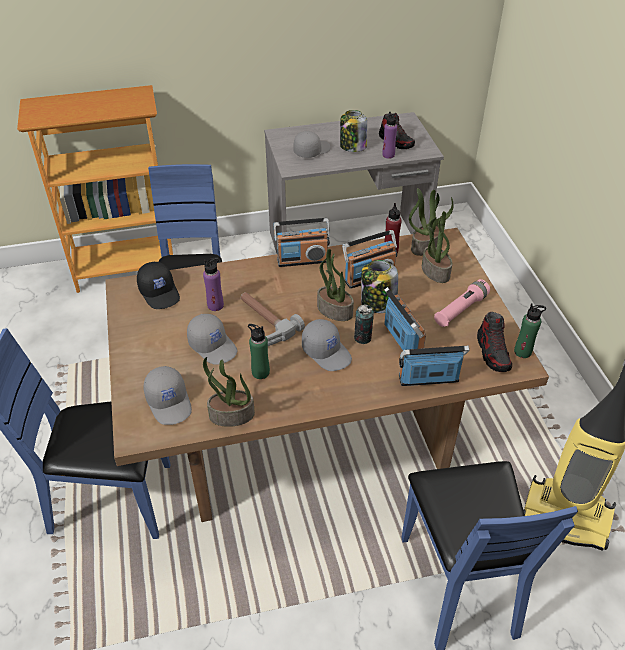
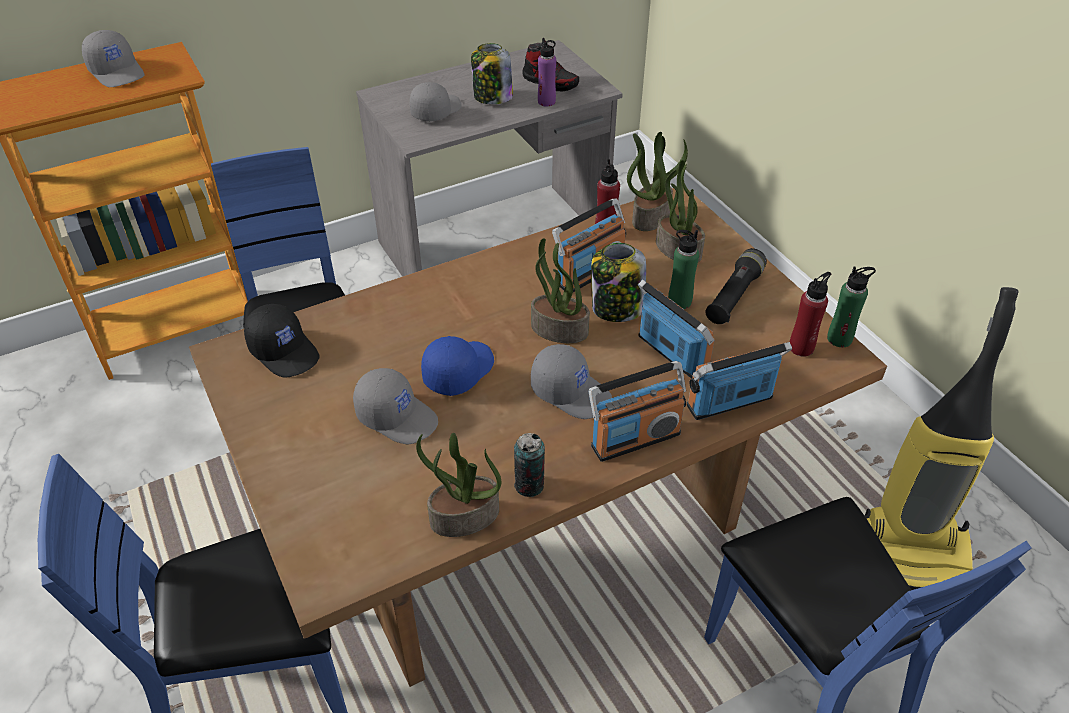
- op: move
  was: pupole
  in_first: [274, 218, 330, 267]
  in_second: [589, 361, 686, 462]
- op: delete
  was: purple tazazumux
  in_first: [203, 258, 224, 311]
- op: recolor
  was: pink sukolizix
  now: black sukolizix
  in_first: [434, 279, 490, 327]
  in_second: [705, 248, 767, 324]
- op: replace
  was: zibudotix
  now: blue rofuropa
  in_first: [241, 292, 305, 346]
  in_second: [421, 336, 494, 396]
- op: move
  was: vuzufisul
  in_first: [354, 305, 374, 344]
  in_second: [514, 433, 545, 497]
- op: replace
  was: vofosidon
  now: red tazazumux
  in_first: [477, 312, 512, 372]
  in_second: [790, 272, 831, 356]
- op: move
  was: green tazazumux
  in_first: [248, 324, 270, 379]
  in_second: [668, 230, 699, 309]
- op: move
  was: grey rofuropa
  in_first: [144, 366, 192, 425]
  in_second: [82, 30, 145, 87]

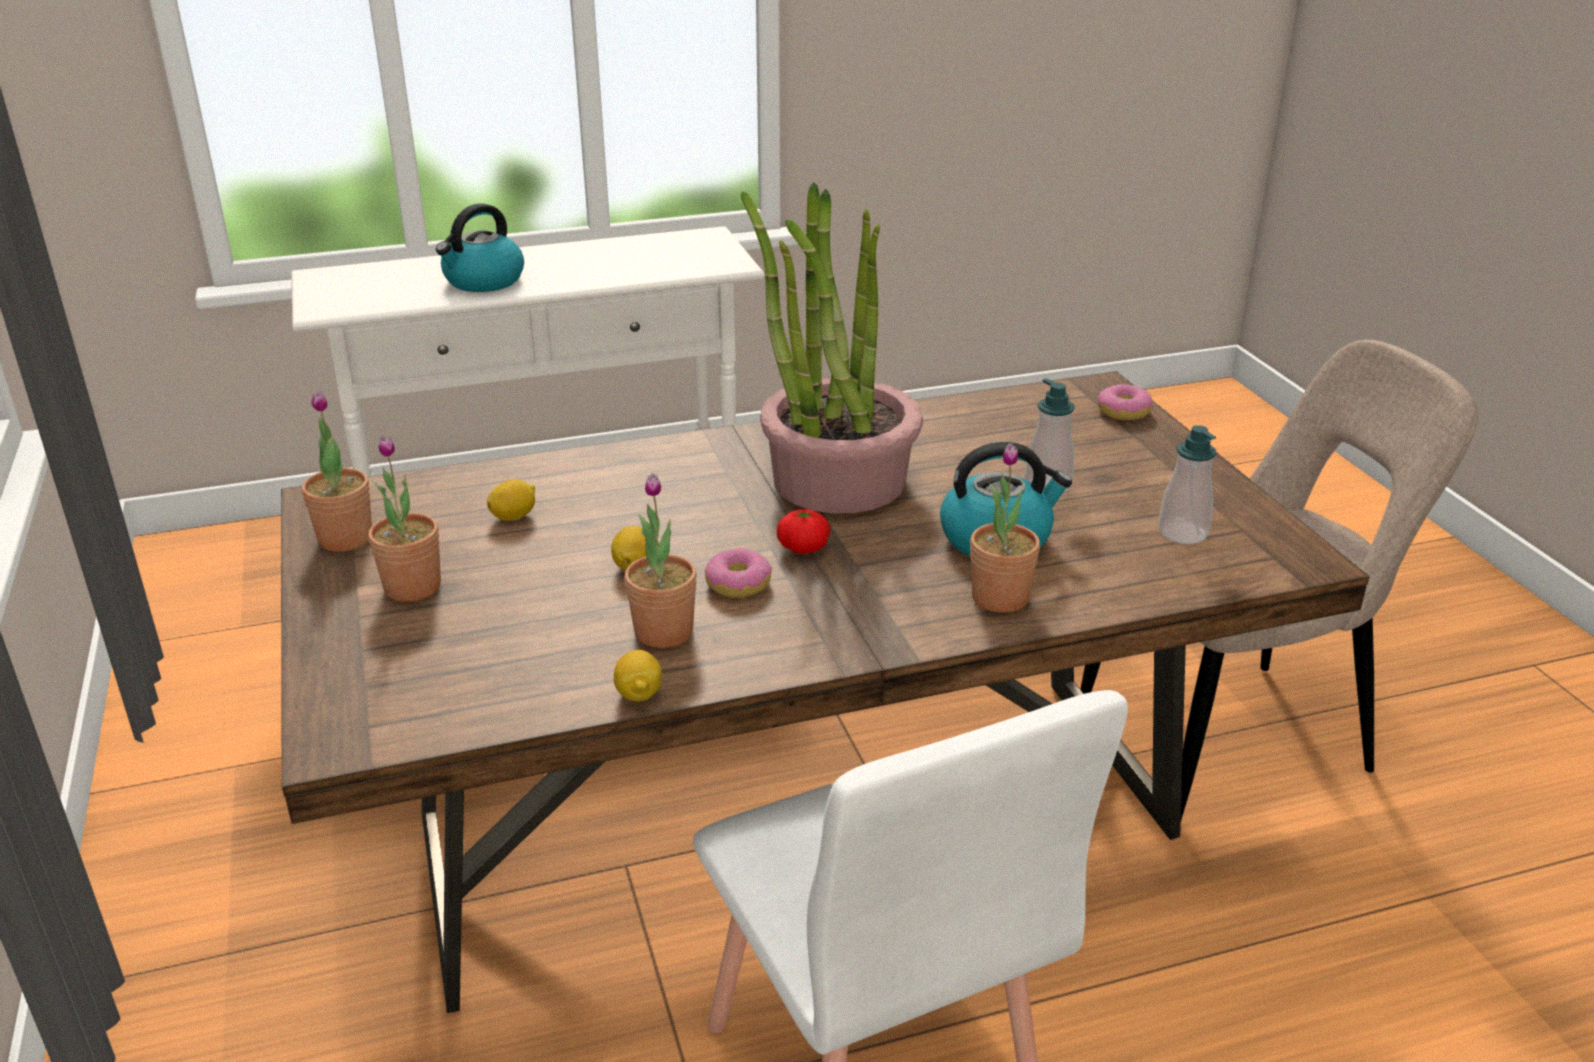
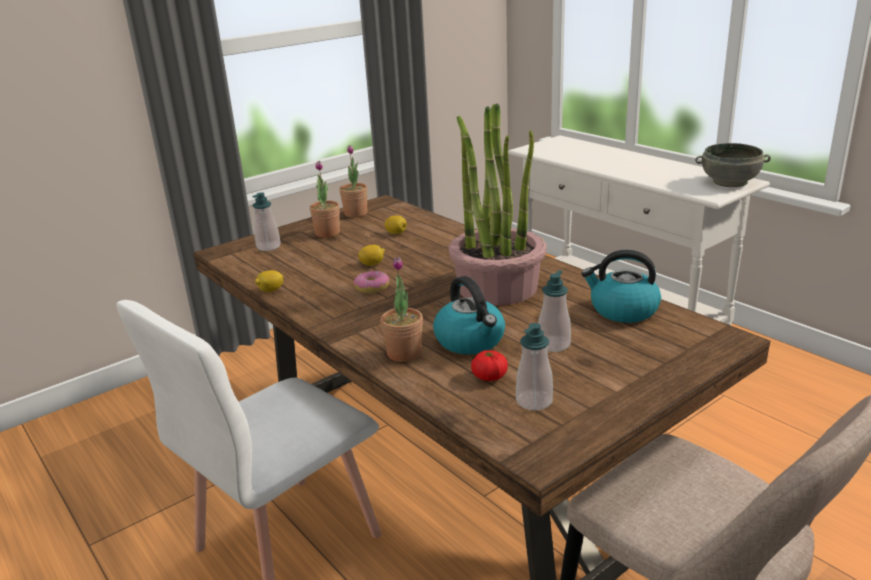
- op: move
  was: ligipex
  in_first: [436, 203, 524, 292]
  in_second: [581, 250, 661, 323]
- op: delete
  was: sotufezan
  in_first: [1098, 384, 1153, 420]
- op: delete
  was: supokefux
  in_first: [624, 473, 697, 648]
- op: move
  was: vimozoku
  in_first: [777, 509, 830, 554]
  in_second: [471, 350, 508, 381]
- op: insert
  now: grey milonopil
  in_second: [695, 143, 771, 187]
- op: insert
  now: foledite
  in_second: [252, 192, 281, 251]

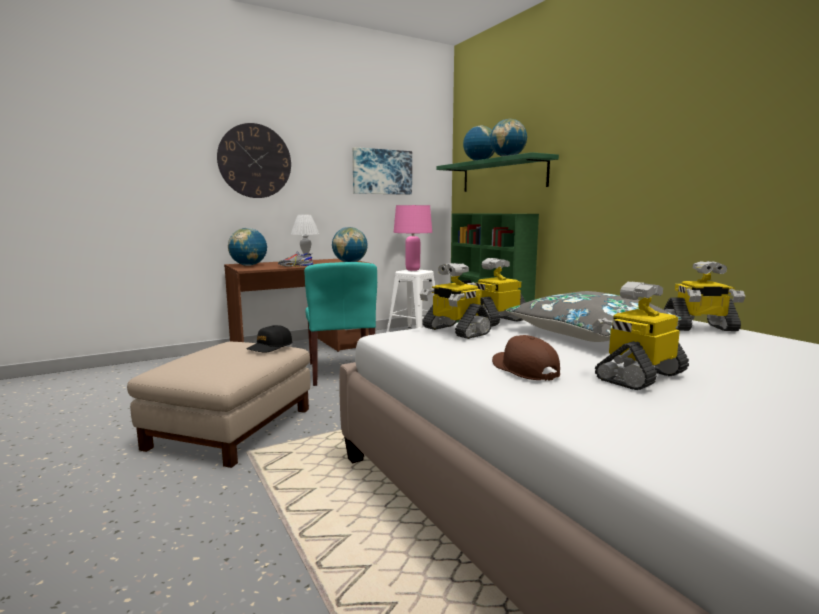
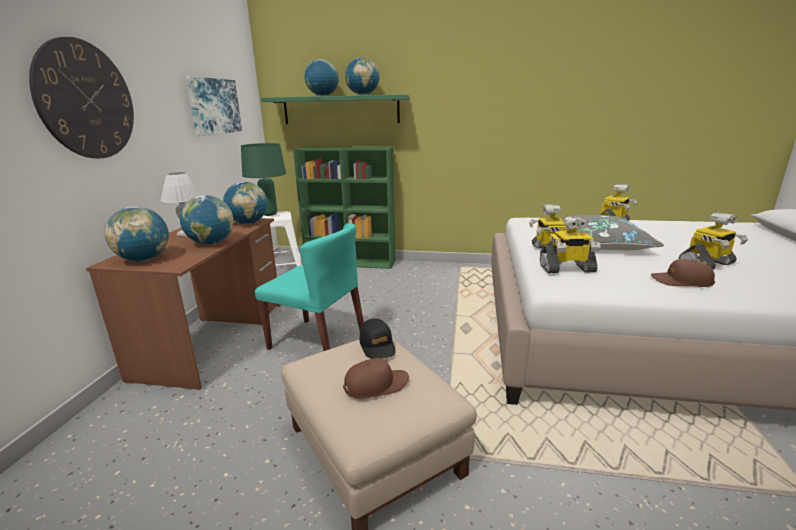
- op: recolor
  was: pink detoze
  now: green detoze
  in_first: [394, 205, 432, 271]
  in_second: [241, 143, 286, 216]
- op: replace
  was: vofosidon
  now: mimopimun
  in_first: [278, 251, 313, 267]
  in_second: [180, 195, 234, 245]
- op: rotate
  was: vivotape
  in_first: [592, 281, 689, 390]
  in_second: [678, 212, 748, 269]
  clockwise: -120
- op: insert
  now: brown rofuropa
  in_second: [343, 358, 409, 399]

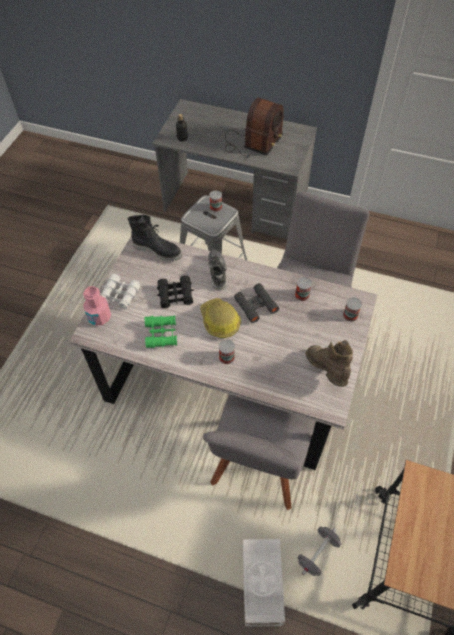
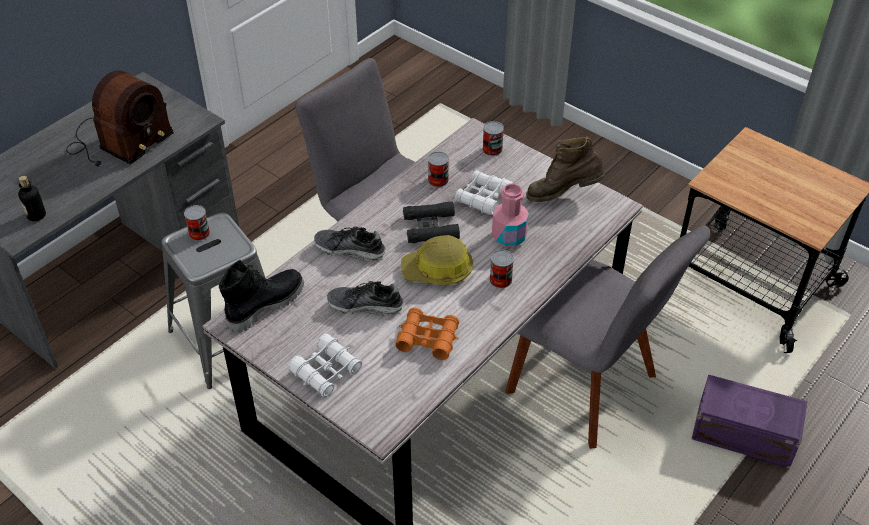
- op: rotate
  was: pupole
  in_first: [225, 98, 284, 158]
  in_second: [66, 70, 174, 166]
  clockwise: 75
- op: replace
  was: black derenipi
  now: vofosidon
  in_first: [157, 275, 194, 308]
  in_second: [327, 281, 404, 316]
- op: move
  was: pink tazazumux
  in_first: [83, 286, 111, 325]
  in_second: [492, 184, 529, 247]
- op: recolor
  was: green derenipi
  now: orange derenipi
  in_first: [145, 315, 177, 348]
  in_second: [395, 307, 459, 360]
- op: delete
  was: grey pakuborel
  in_first: [298, 527, 341, 576]
- op: recolor
  was: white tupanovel
  now: purple tupanovel
  in_first: [243, 539, 285, 627]
  in_second: [692, 374, 808, 469]
- op: insert
  now: white derenipi
  in_second: [455, 170, 514, 215]

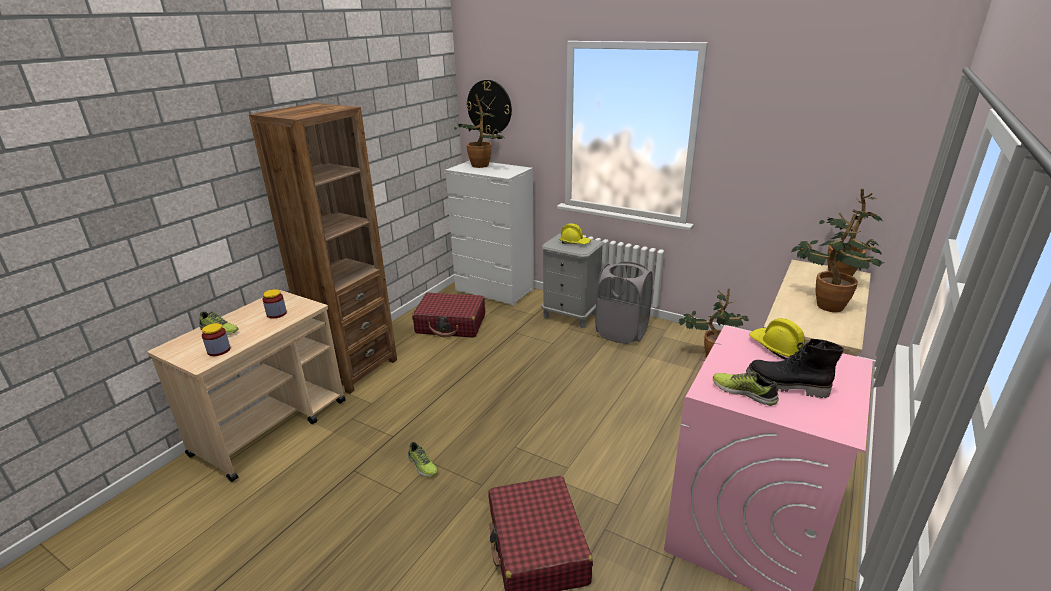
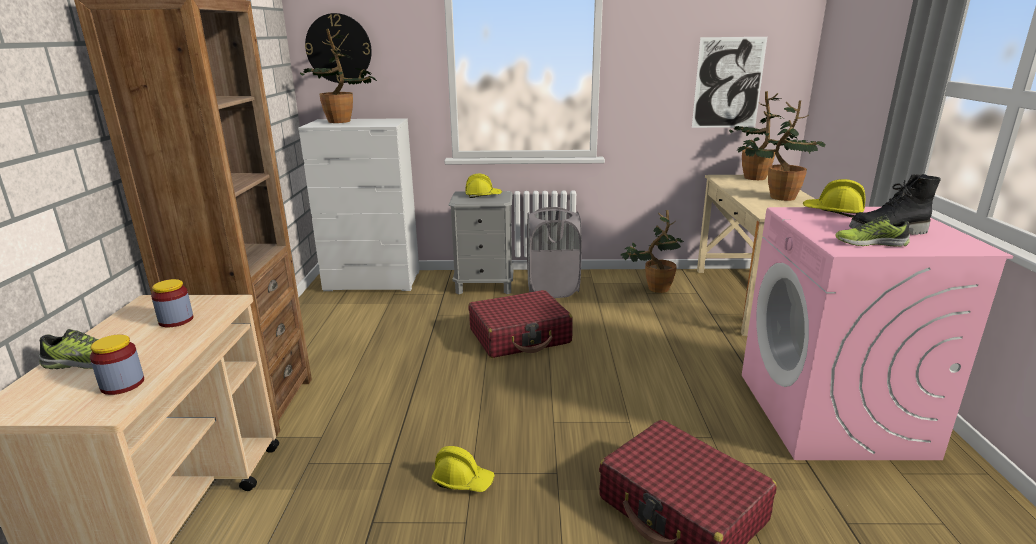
- op: move
  was: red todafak
  in_first: [412, 292, 485, 337]
  in_second: [468, 290, 573, 358]
- op: replace
  was: vofosidon
  now: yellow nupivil
  in_first: [408, 442, 438, 477]
  in_second: [432, 446, 495, 492]
- op: insert
  now: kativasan
  in_second: [692, 37, 767, 128]

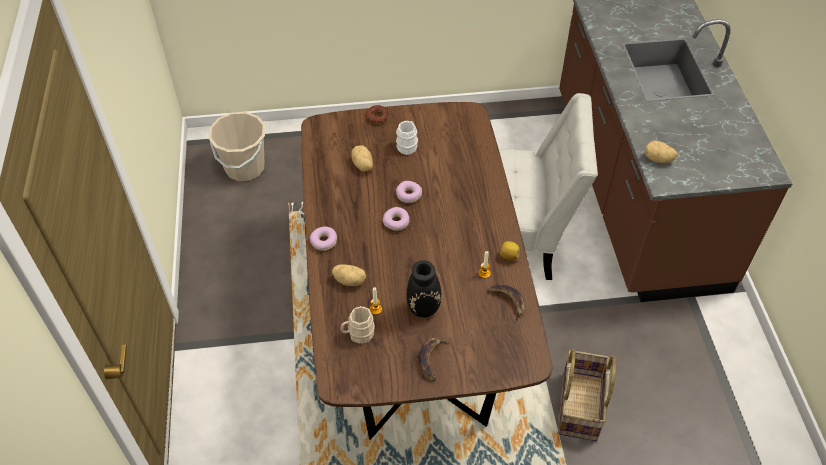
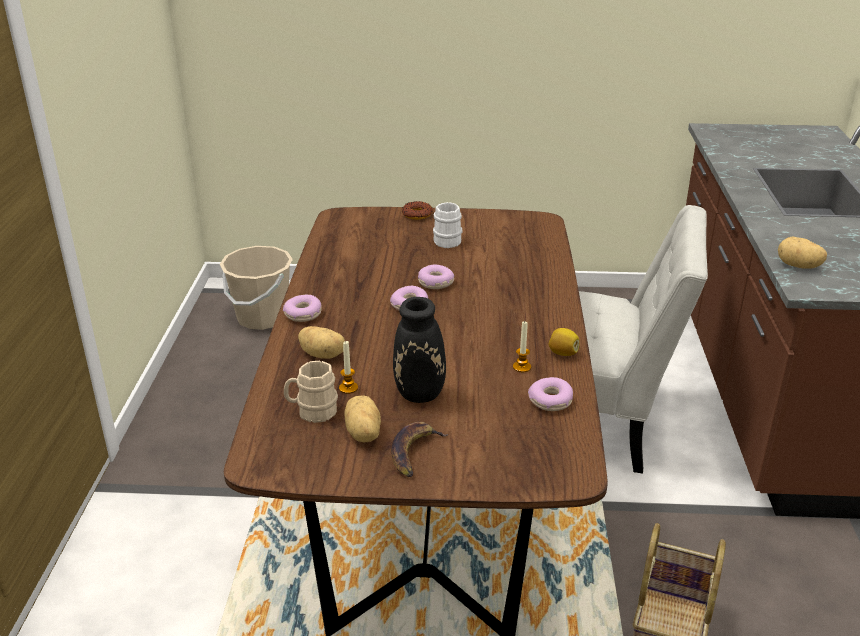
- op: move
  was: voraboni
  in_first: [351, 145, 373, 172]
  in_second: [344, 395, 381, 442]
- op: replace
  was: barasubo
  now: sotufezan
  in_first: [487, 285, 526, 323]
  in_second: [528, 377, 573, 411]

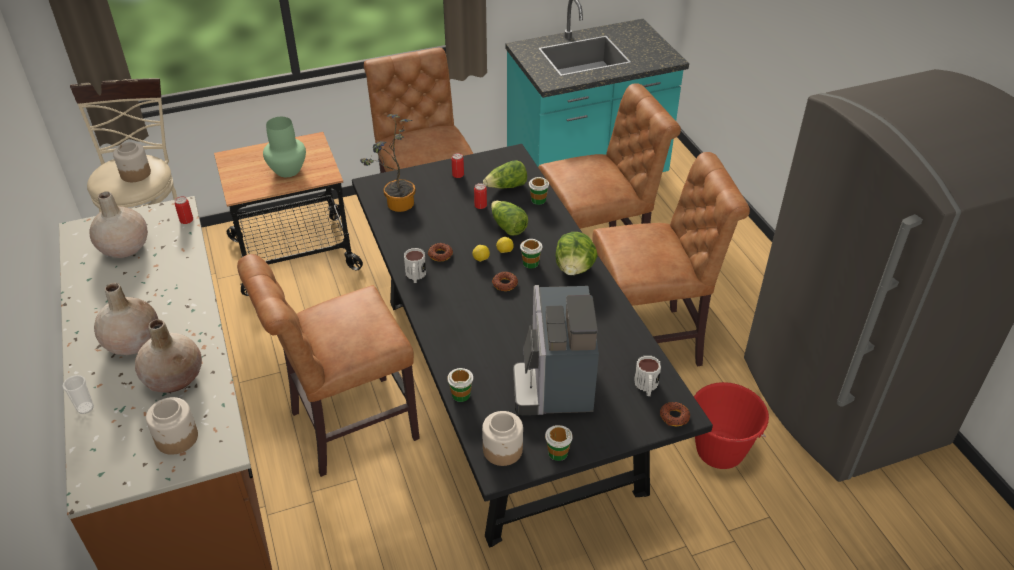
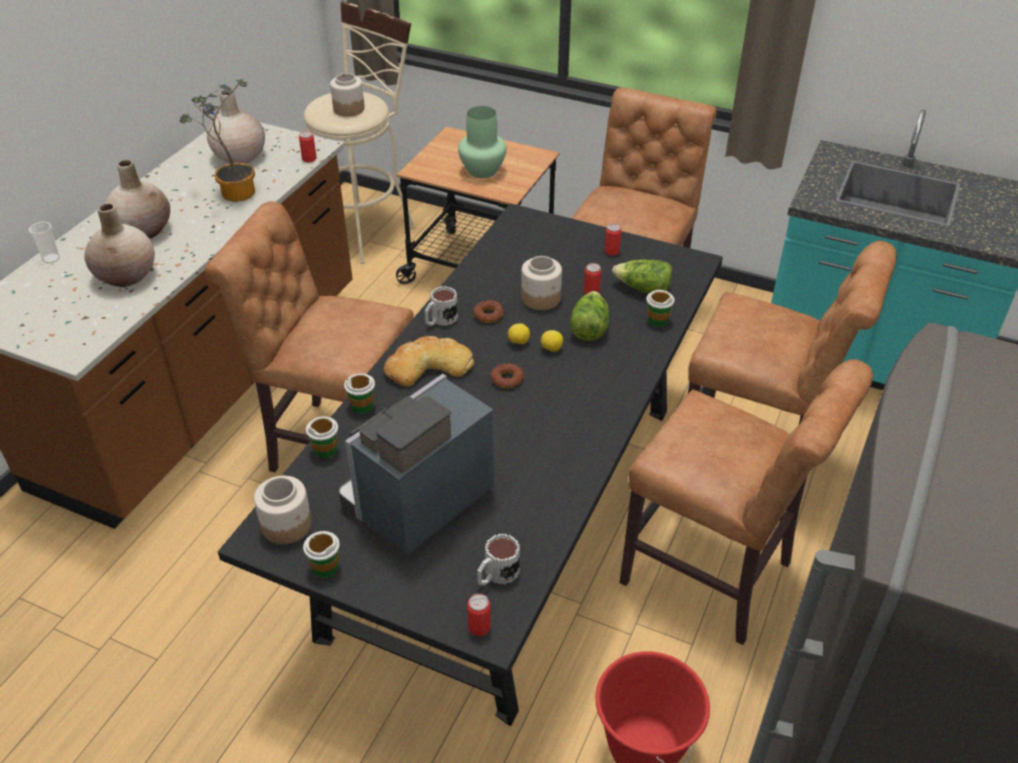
- op: move
  was: supokefux
  in_first: [360, 114, 416, 212]
  in_second: [180, 79, 255, 202]
- op: delete
  was: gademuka
  in_first: [555, 232, 598, 275]
- op: move
  was: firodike
  in_first: [520, 239, 542, 268]
  in_second: [344, 373, 375, 414]
- op: move
  was: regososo
  in_first: [146, 397, 198, 455]
  in_second: [521, 256, 562, 310]
- op: replace
  was: sotufezan
  now: vuzufisul
  in_first: [660, 402, 690, 426]
  in_second: [467, 594, 491, 636]
- op: insert
  now: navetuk
  in_second: [384, 336, 474, 387]

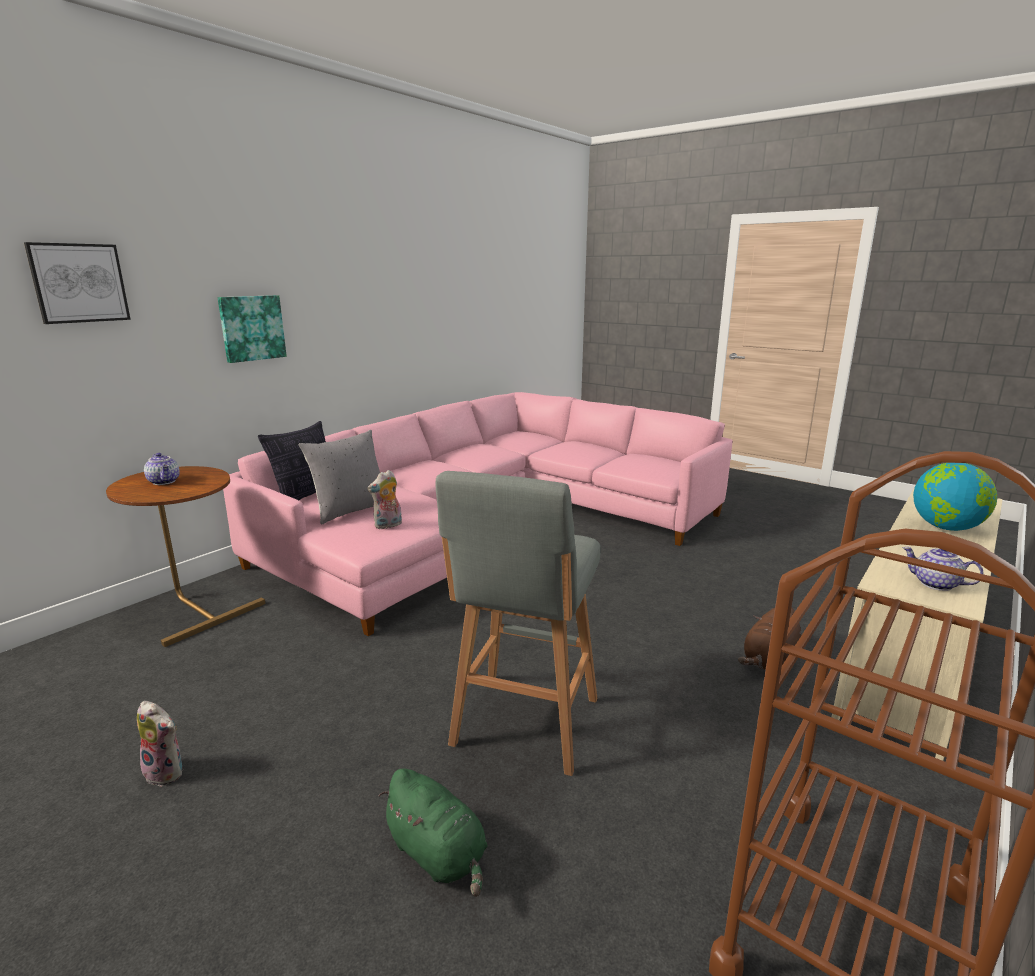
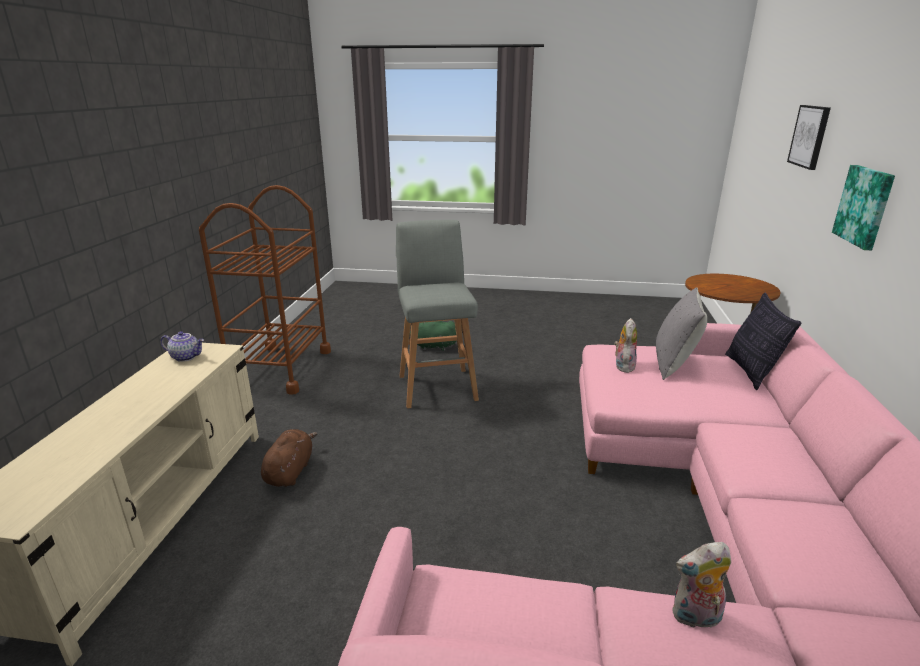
- op: delete
  was: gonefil
  in_first: [144, 453, 180, 485]
- op: delete
  was: mimopimun
  in_first: [913, 463, 997, 531]
- op: move
  was: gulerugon
  in_first: [137, 701, 182, 787]
  in_second: [672, 542, 731, 628]

